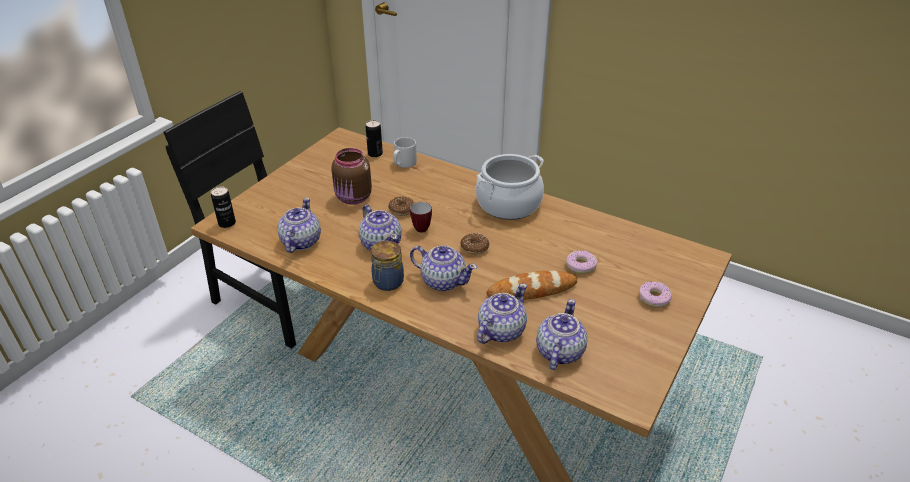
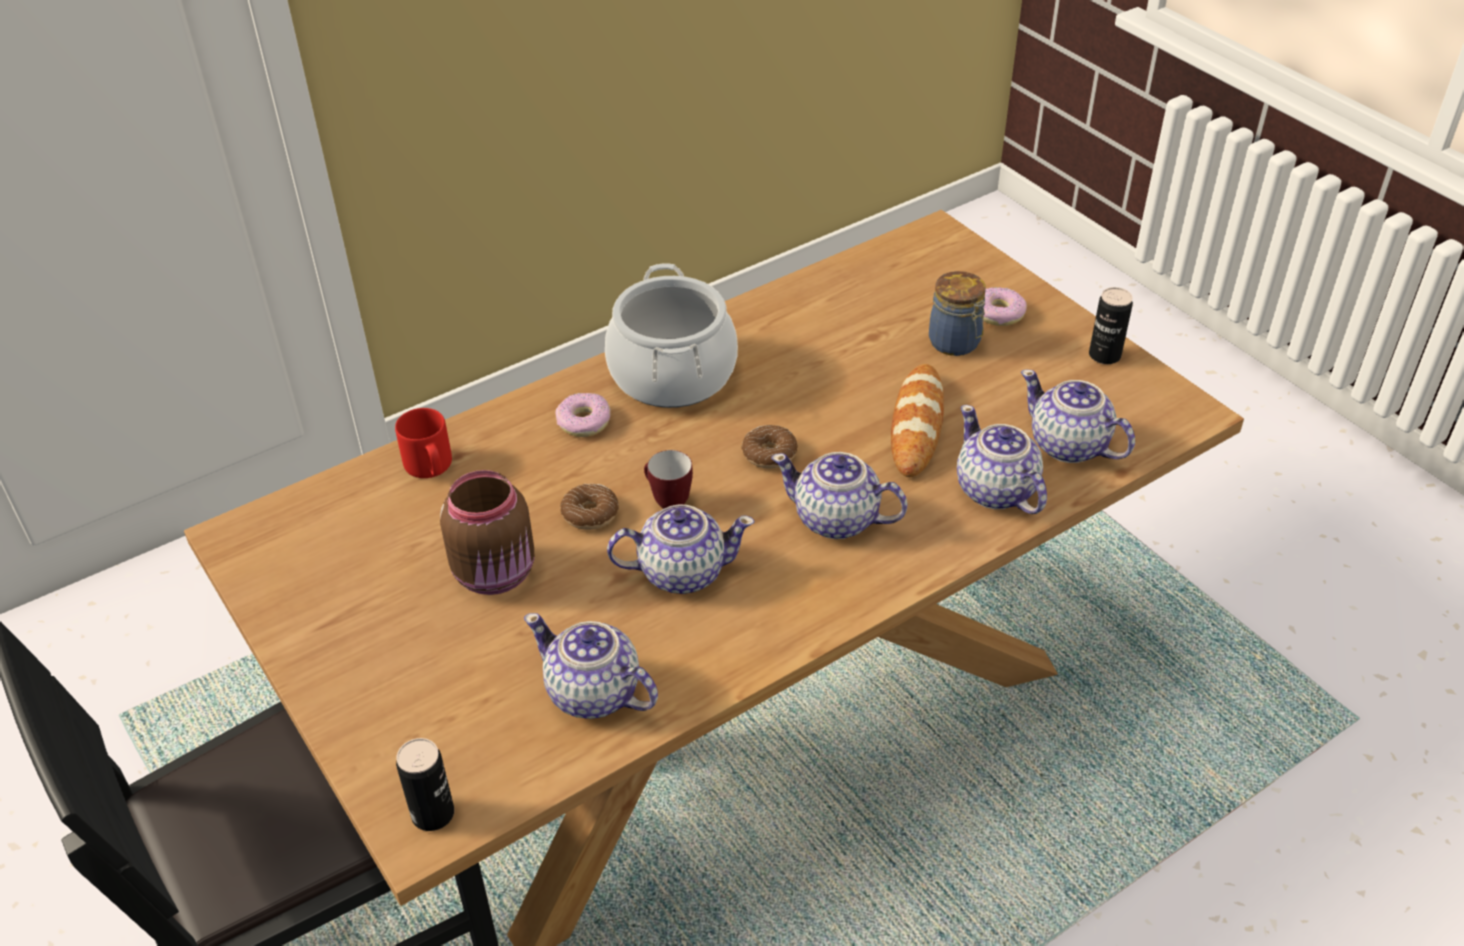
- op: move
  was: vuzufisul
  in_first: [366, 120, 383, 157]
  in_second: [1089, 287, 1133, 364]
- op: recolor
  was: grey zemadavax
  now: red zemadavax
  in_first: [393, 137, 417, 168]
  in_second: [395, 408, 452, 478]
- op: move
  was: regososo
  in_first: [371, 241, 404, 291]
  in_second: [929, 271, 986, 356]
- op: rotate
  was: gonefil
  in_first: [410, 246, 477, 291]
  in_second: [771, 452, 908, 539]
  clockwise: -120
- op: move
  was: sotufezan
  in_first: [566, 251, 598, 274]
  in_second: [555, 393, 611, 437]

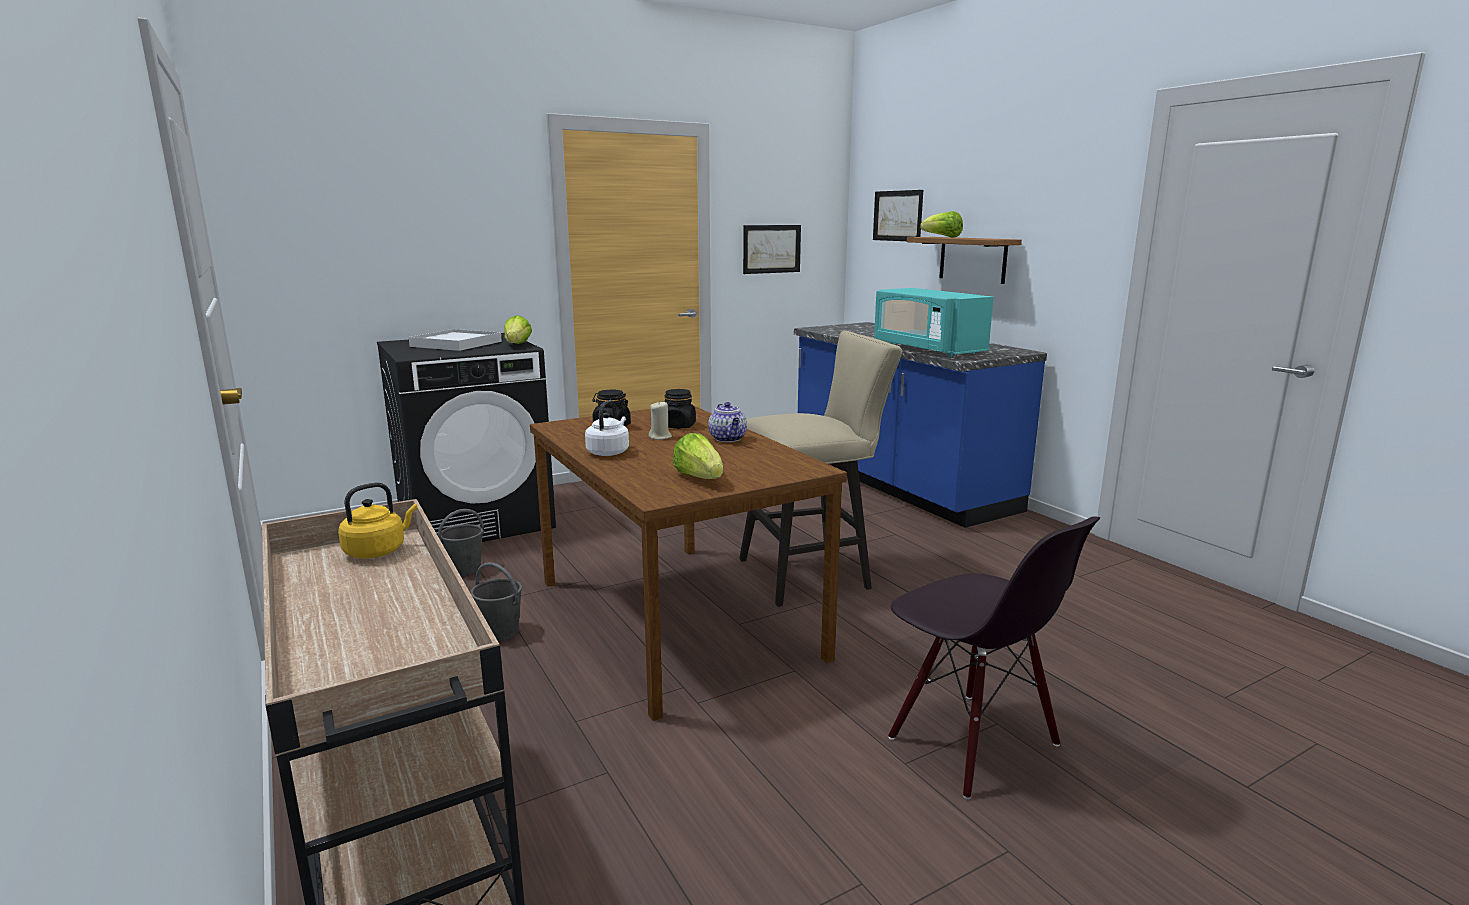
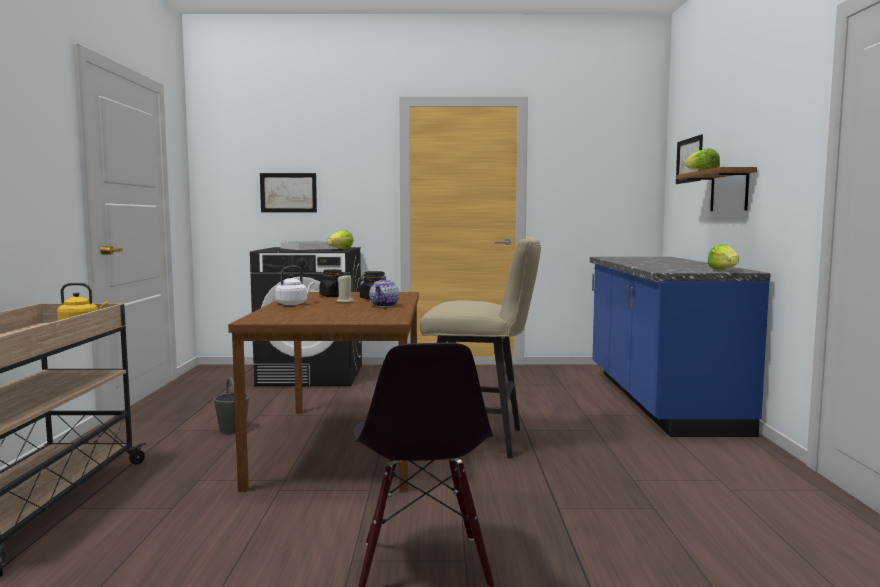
- op: move
  was: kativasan
  in_first: [743, 225, 801, 274]
  in_second: [260, 173, 317, 212]
- op: delete
  was: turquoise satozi
  in_first: [874, 288, 994, 357]
- op: move
  was: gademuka
  in_first: [673, 433, 723, 479]
  in_second: [707, 244, 739, 270]
- op: delete
  was: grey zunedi
  in_first: [438, 509, 484, 576]

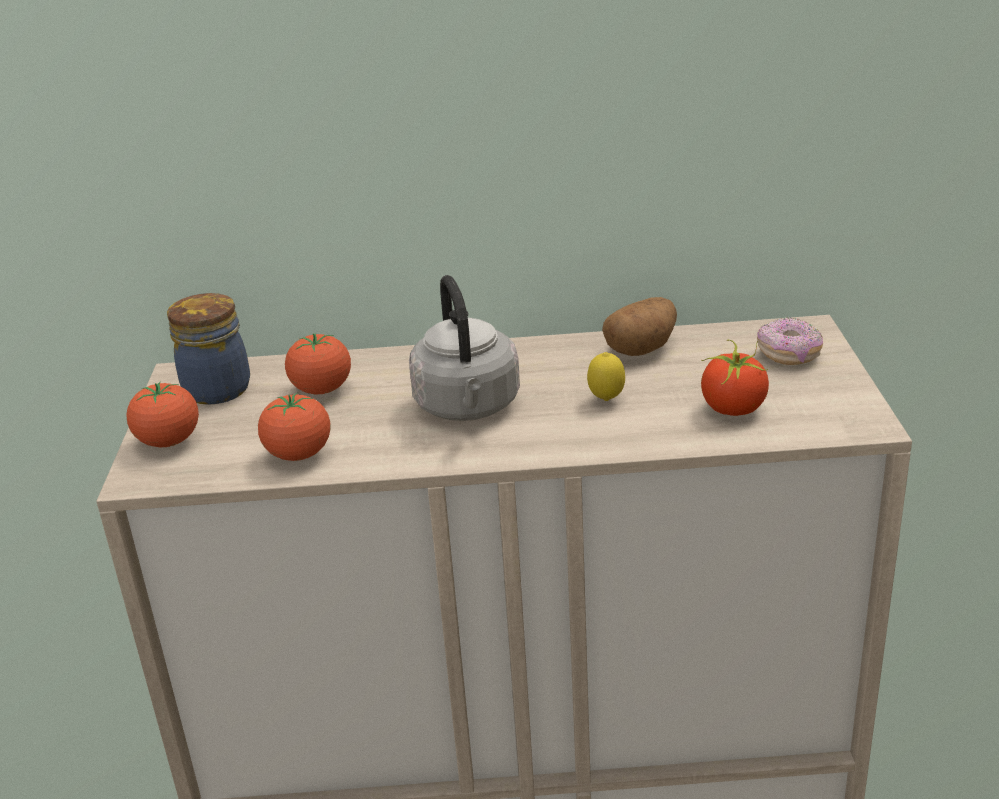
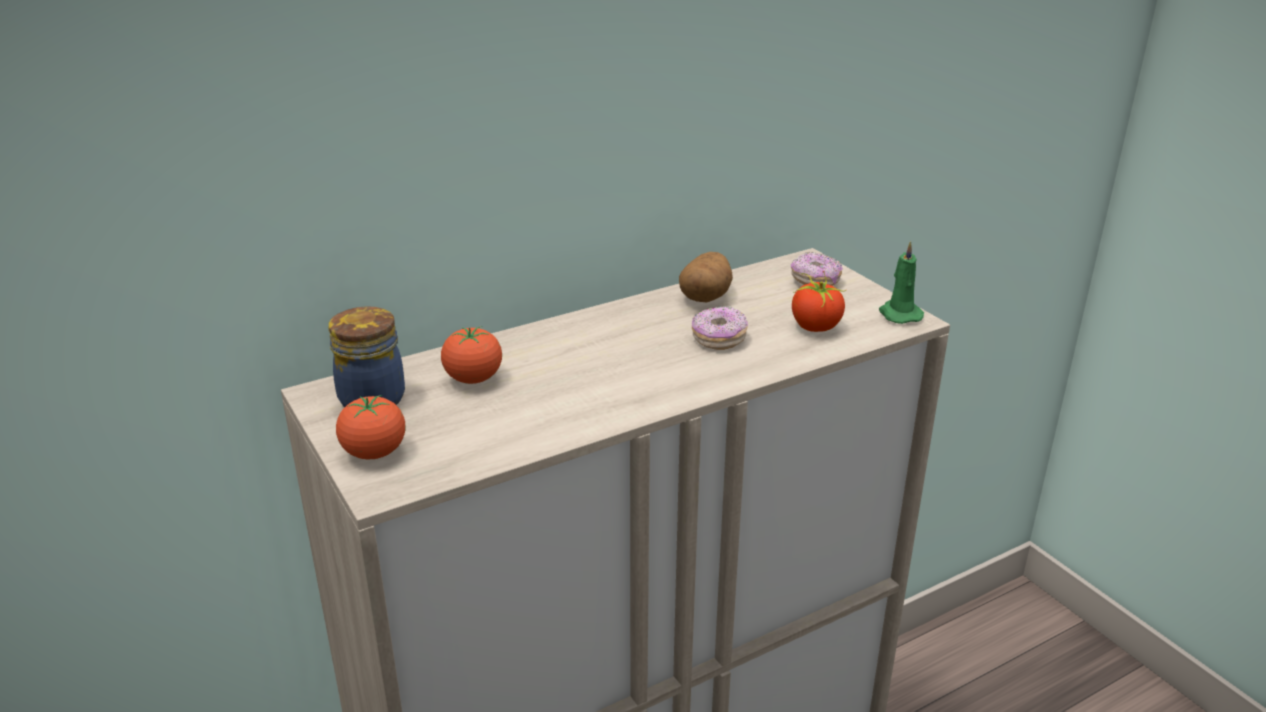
- op: delete
  was: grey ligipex
  in_first: [409, 275, 520, 421]
- op: replace
  was: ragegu
  now: sotufezan
  in_first: [587, 352, 625, 401]
  in_second: [692, 306, 748, 350]
- op: delete
  was: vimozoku
  in_first: [258, 393, 331, 461]
- op: insert
  now: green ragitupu
  in_second: [879, 241, 924, 324]

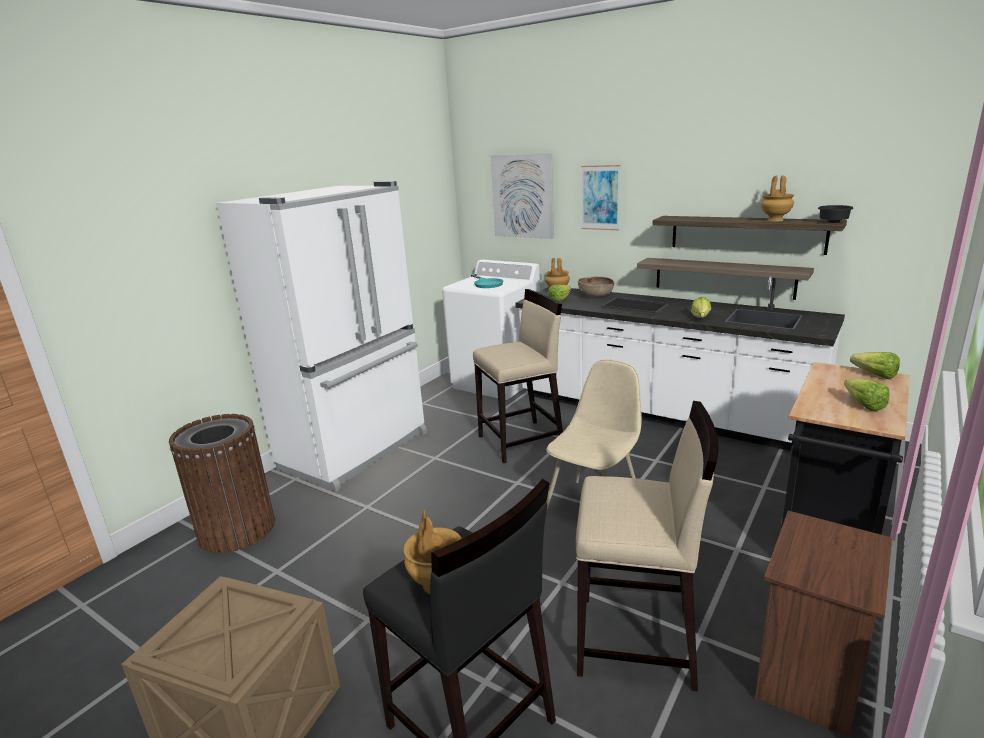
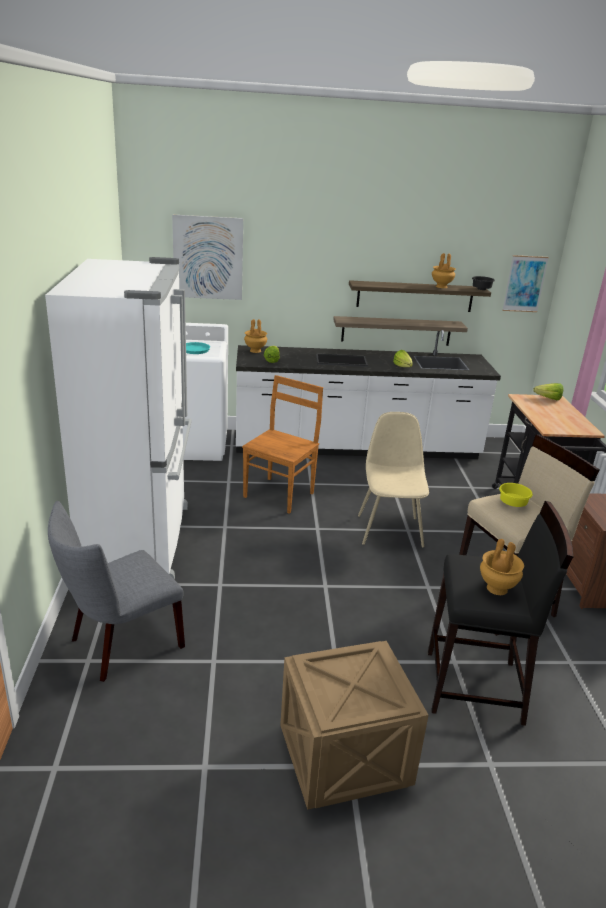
- op: move
  was: kativasan
  in_first: [581, 165, 620, 230]
  in_second: [502, 255, 549, 312]
- op: delete
  was: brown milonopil
  in_first: [578, 276, 614, 297]
- op: replace
  was: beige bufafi
  now: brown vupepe
  in_first: [473, 289, 563, 463]
  in_second: [242, 375, 323, 514]
- op: delete
  was: gademuka
  in_first: [844, 378, 890, 411]
- op: replace
  was: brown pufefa
  now: grey vupepe
  in_first: [169, 414, 275, 553]
  in_second: [48, 501, 185, 682]
- op: insert
  now: yellow milonopil
  in_second: [499, 483, 533, 507]

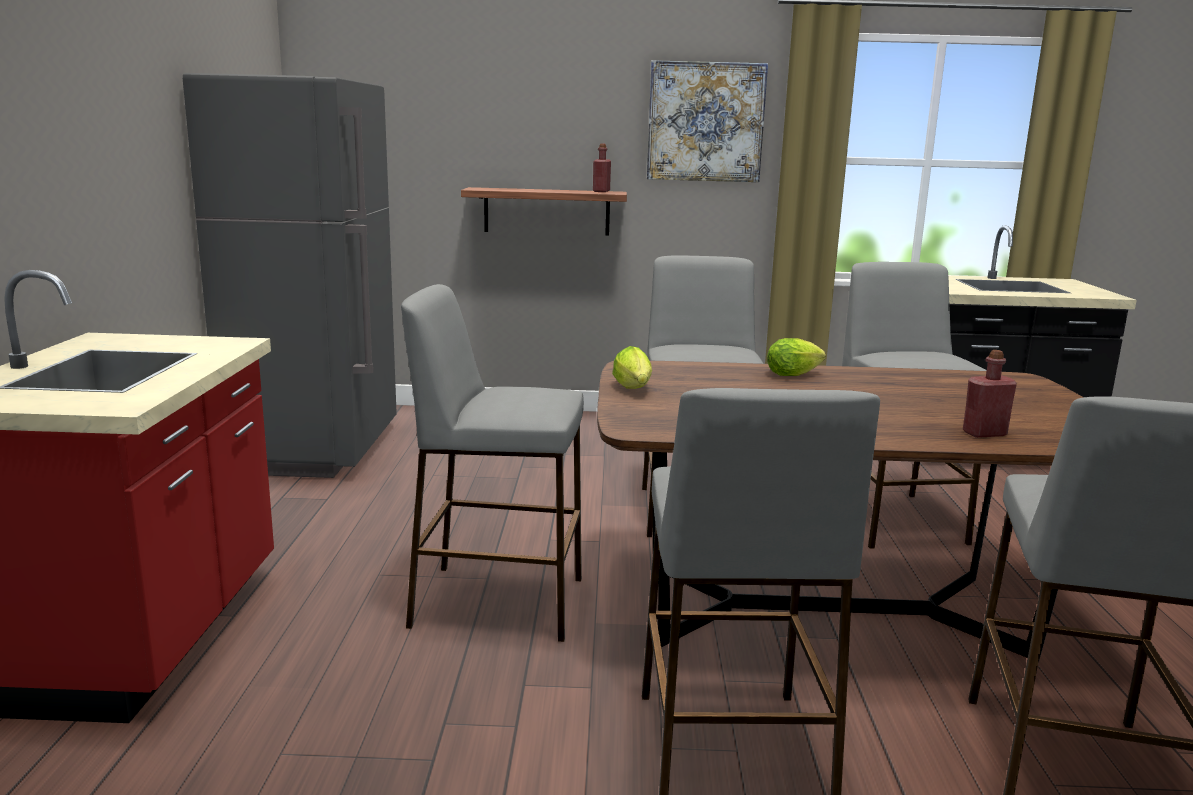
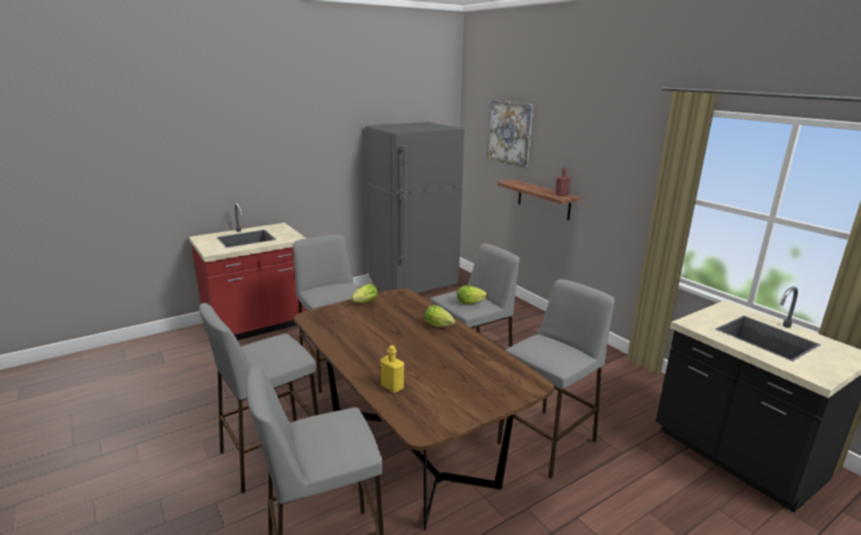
- op: move
  was: kativasan
  in_first: [647, 60, 768, 182]
  in_second: [487, 100, 533, 168]
- op: recolor
  was: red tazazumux
  now: yellow tazazumux
  in_first: [963, 350, 1017, 438]
  in_second: [380, 345, 404, 393]
- op: insert
  now: gademuka
  in_second: [457, 286, 487, 304]

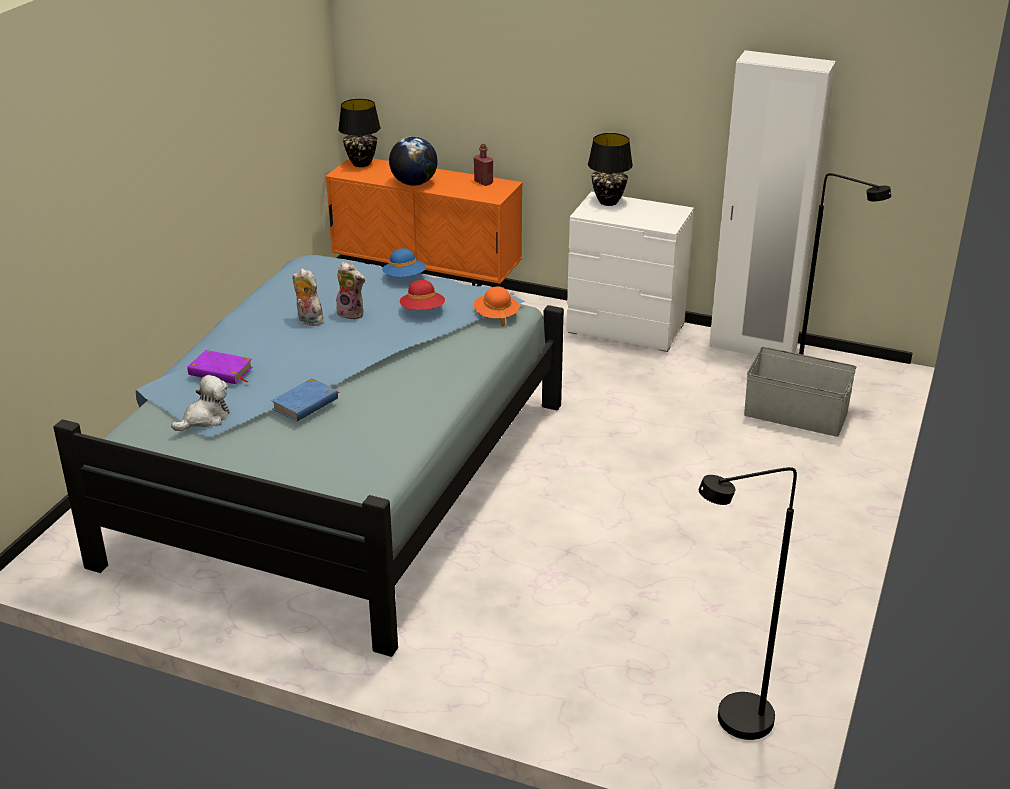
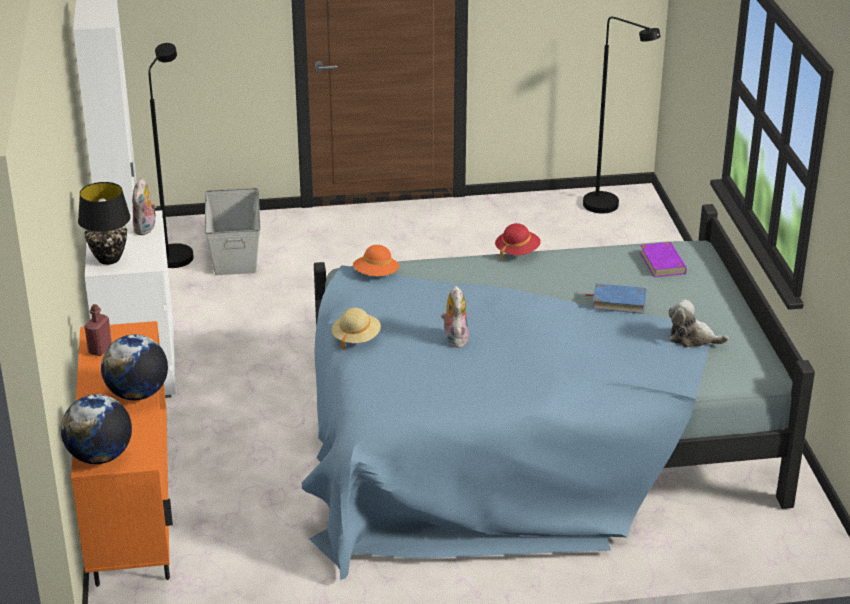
- op: replace
  was: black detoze
  now: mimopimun
  in_first: [338, 99, 380, 167]
  in_second: [61, 394, 132, 464]
- op: recolor
  was: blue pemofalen
  now: beige pemofalen
  in_first: [382, 248, 426, 277]
  in_second: [332, 308, 381, 350]
- op: move
  was: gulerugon
  in_first: [292, 269, 323, 326]
  in_second: [132, 177, 156, 235]
- op: move
  was: red pemofalen
  in_first: [400, 280, 445, 310]
  in_second: [495, 223, 541, 260]
- op: move
  was: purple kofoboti
  in_first: [188, 350, 253, 384]
  in_second: [640, 242, 687, 277]

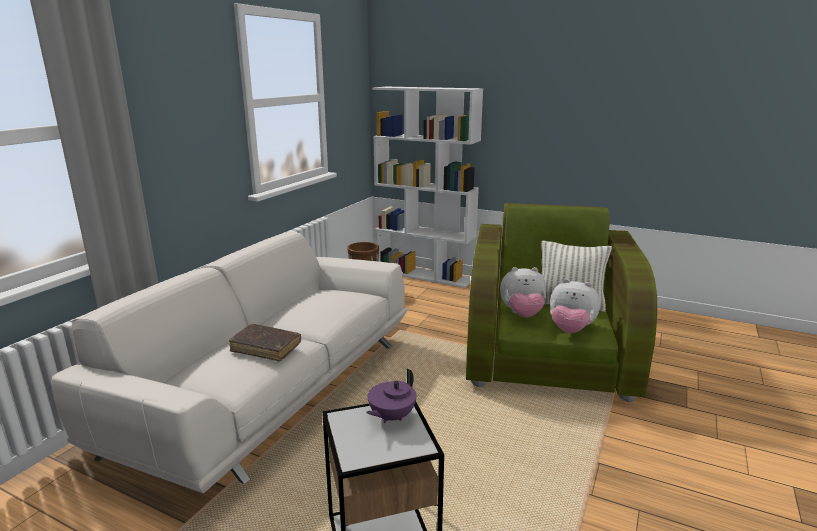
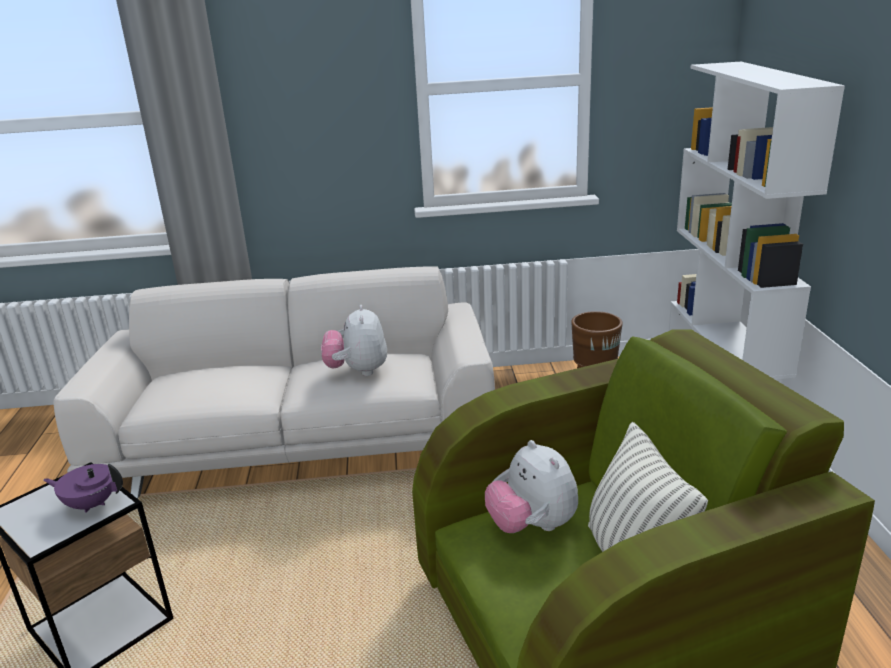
- op: move
  was: gulerugon
  in_first: [550, 279, 600, 333]
  in_second: [321, 305, 387, 376]
- op: delete
  was: brown kofoboti
  in_first: [229, 324, 301, 362]

